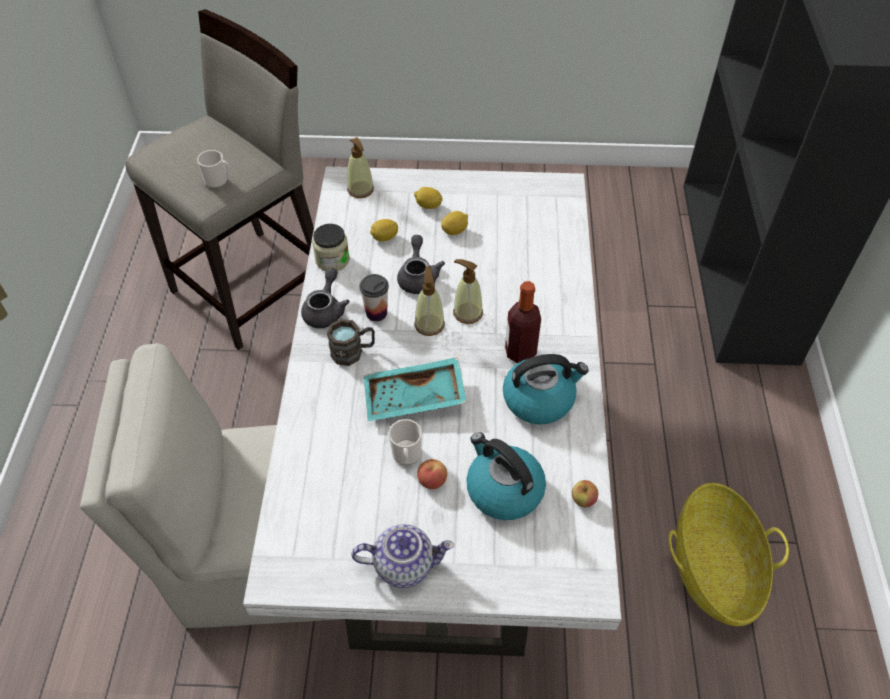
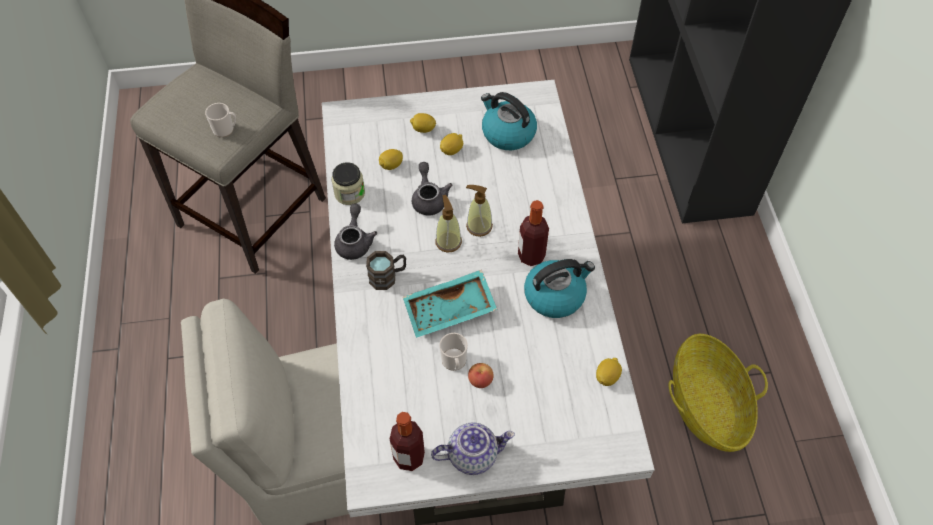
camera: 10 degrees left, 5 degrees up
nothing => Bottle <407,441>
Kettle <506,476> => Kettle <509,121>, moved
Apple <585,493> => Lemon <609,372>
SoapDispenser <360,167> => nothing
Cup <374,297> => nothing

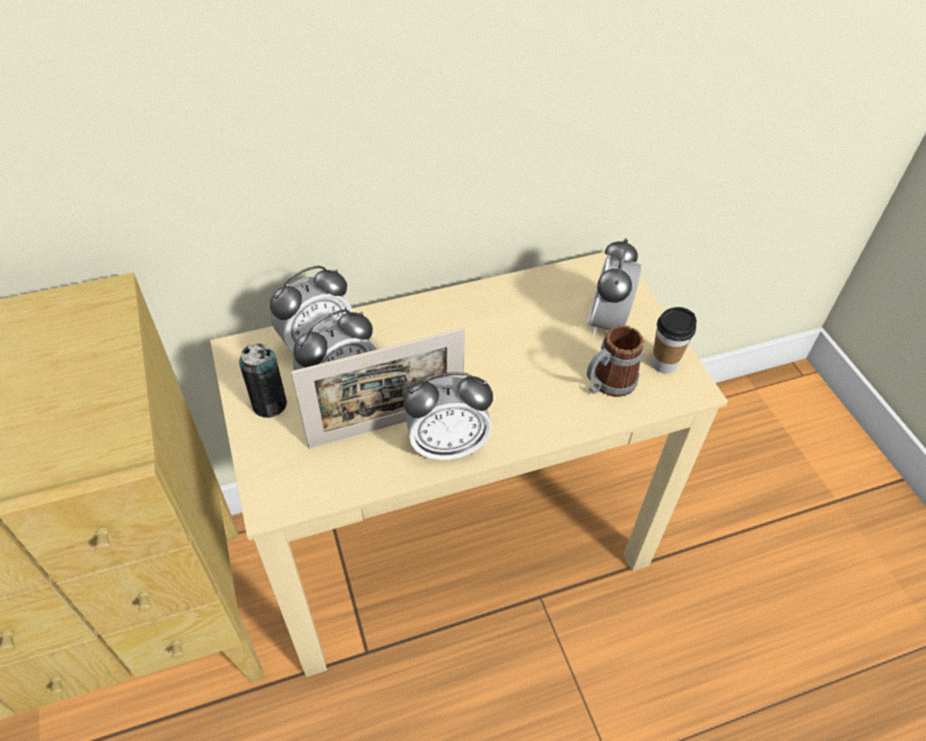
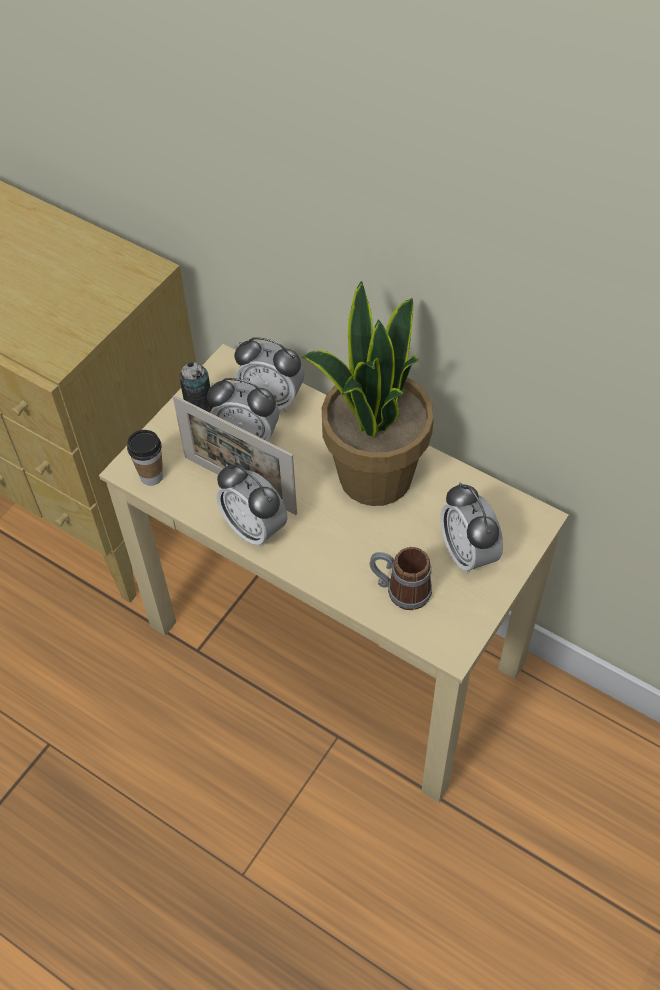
camera: 55 degrees right, 5 degrees up
Cup <674,340> => Cup <145,458>, moved
nothing => PottedPlant <368,393>
AlarmClock <614,286> => AlarmClock <471,528>, 90 degrees counterclockwise

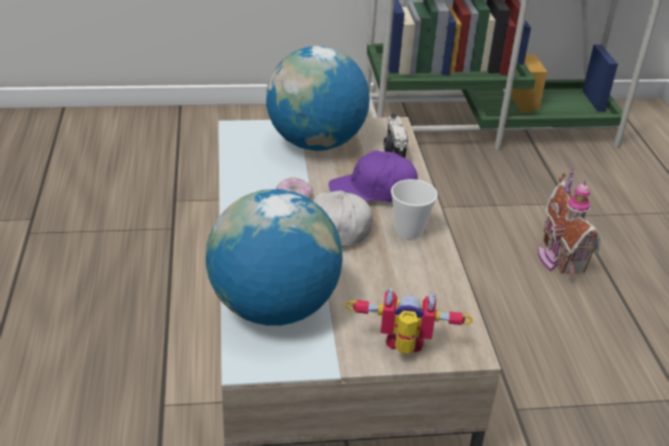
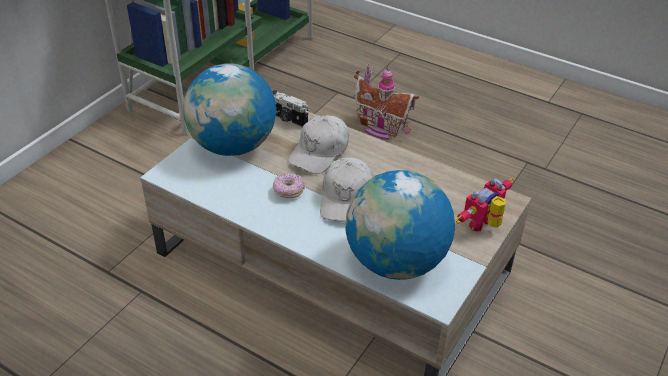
camera: 50 degrees left, 5 degrees up
PurpleCap <373,176> => WhiteCap <318,144>
Cup <414,209> => nothing

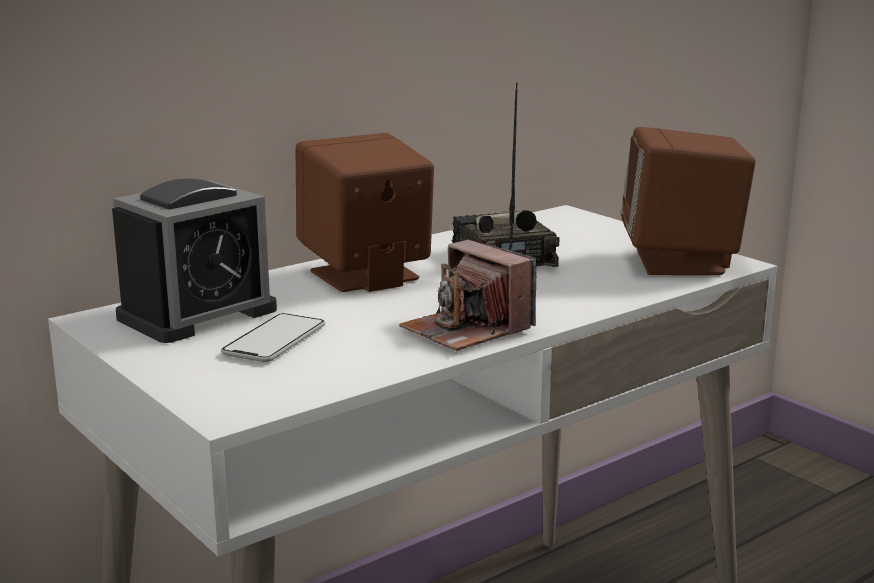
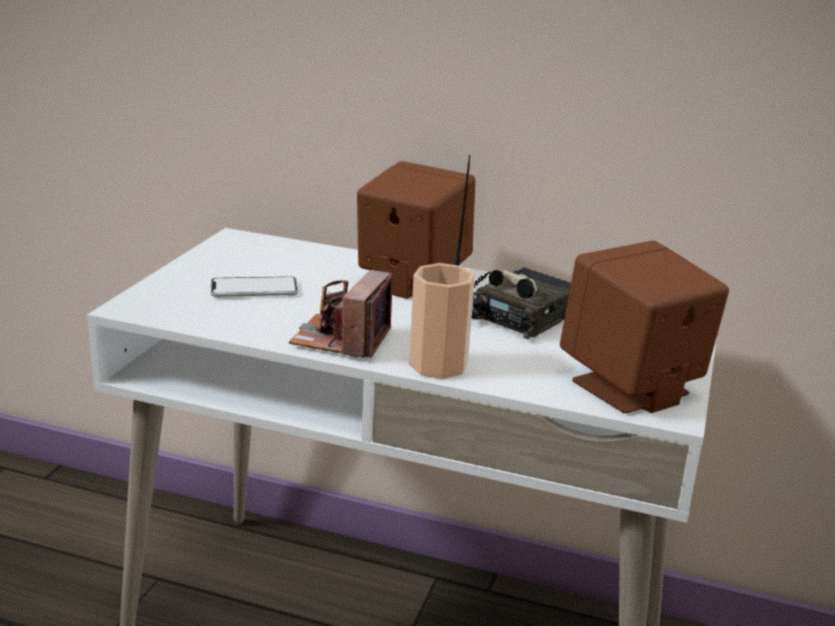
camera: 55 degrees right, 5 degrees up
nothing => Cup <442,321>
AlarmClock <194,260> => nothing

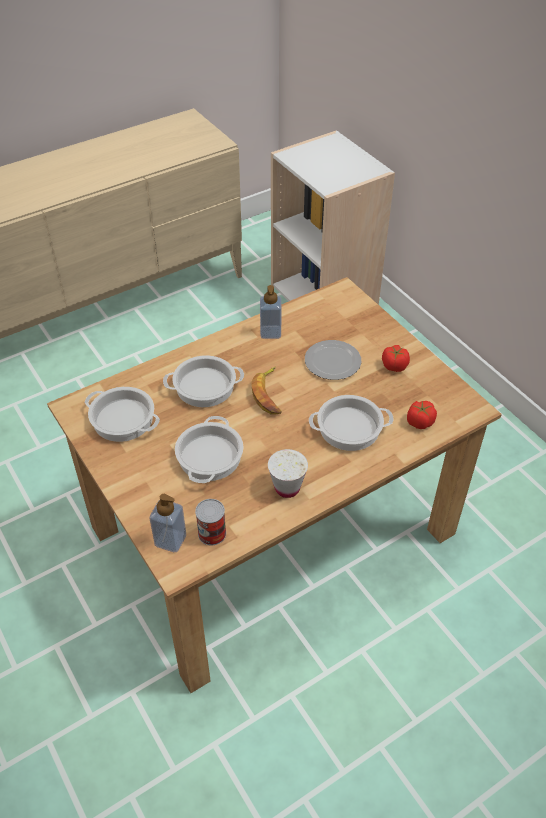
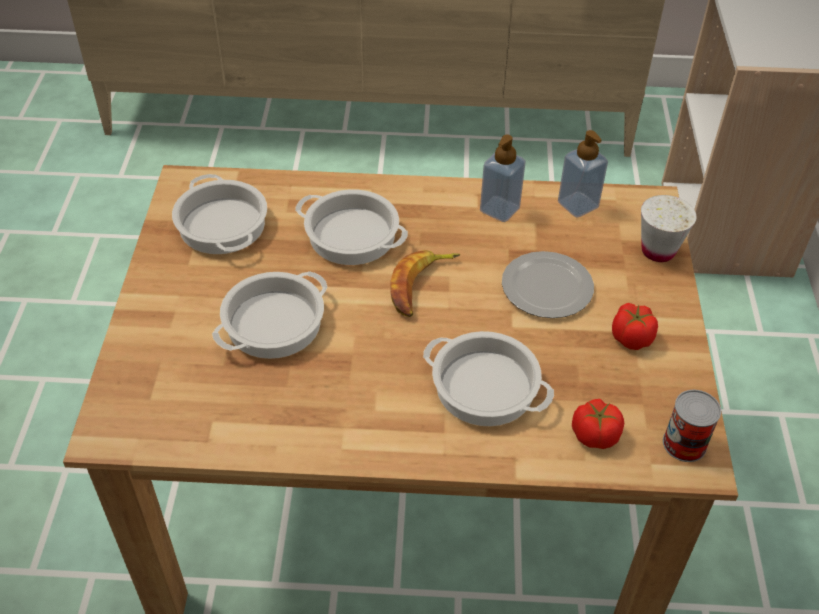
camera: 35 degrees right, 0 degrees up
SoapDispenser <168,523> => SoapDispenser <583,174>, moved
WhiteCup <288,473> => WhiteCup <668,228>, moved
Can <210,522> => Can <692,426>, moved

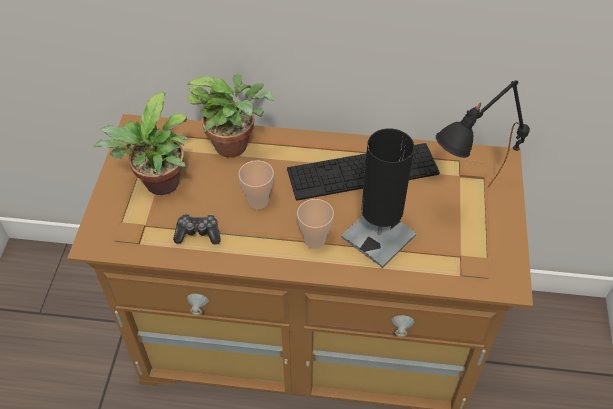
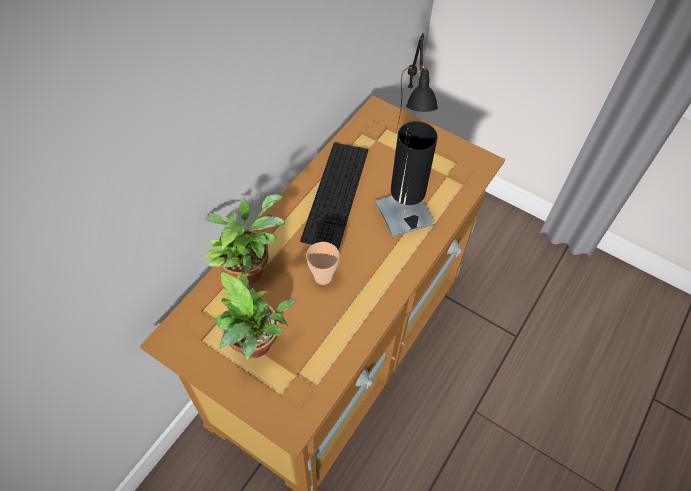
camera: 65 degrees left, 5 degrees up
GameController <197,229> => nothing
Cup <315,224> => nothing

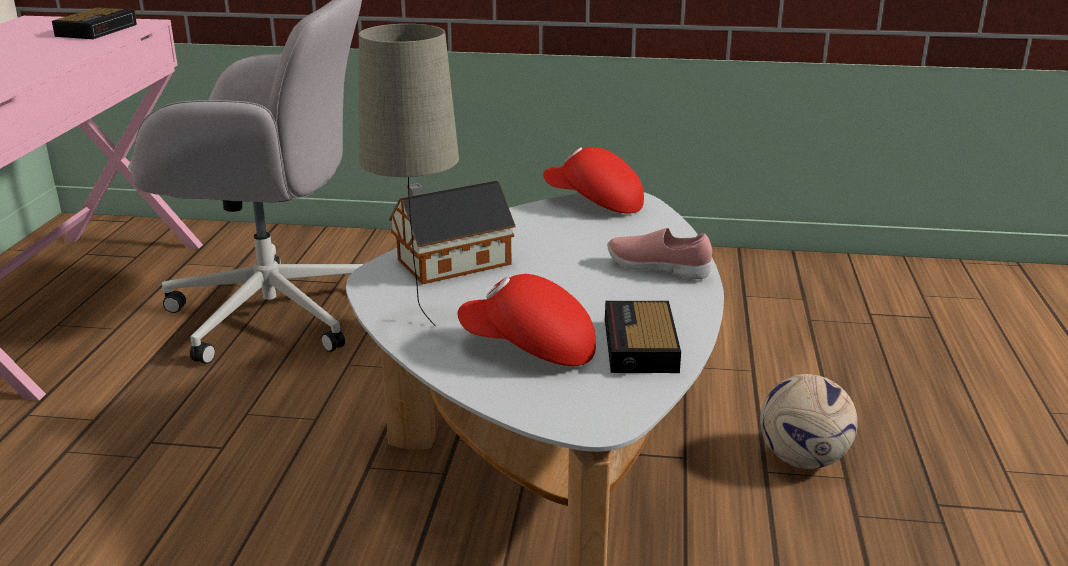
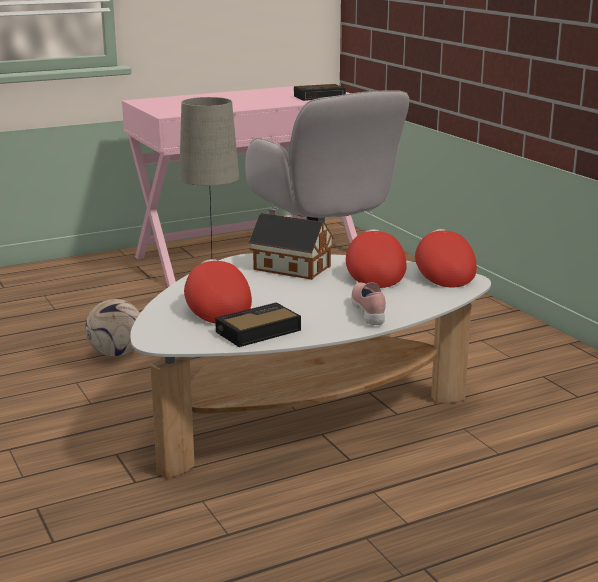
camera: 55 degrees right, 5 degrees down
Football <809,421> => Football <112,327>, moved
nothing => RedCap <376,258>

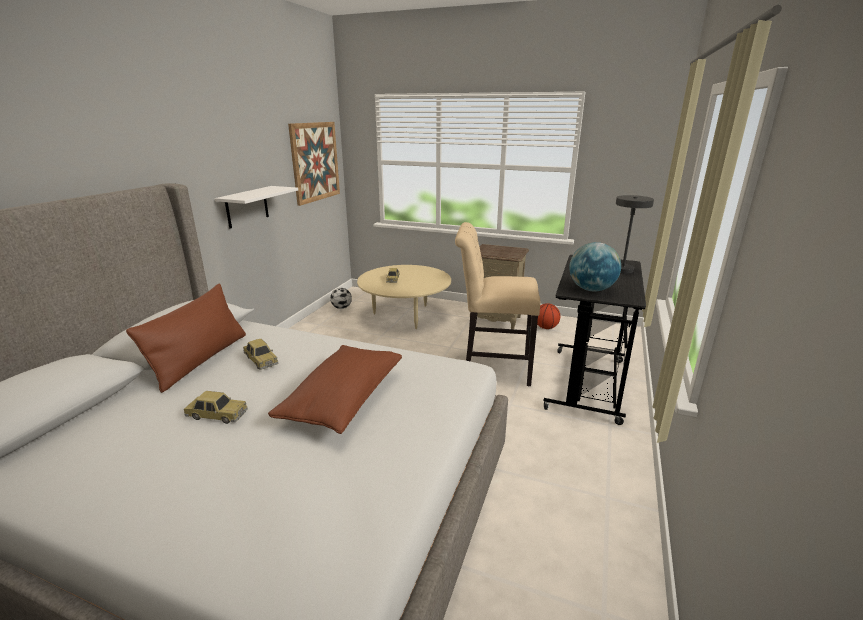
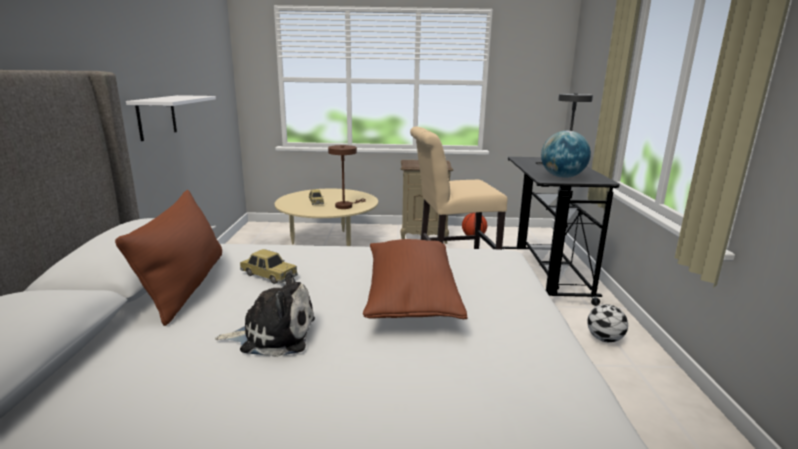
camera: 20 degrees left, 5 degrees down
ToyCar <216,407> => PlushToy <265,315>
nothing => BrownTableLamp <347,177>
Football <341,298> => Football <607,323>, moved
Picture <314,164> => nothing

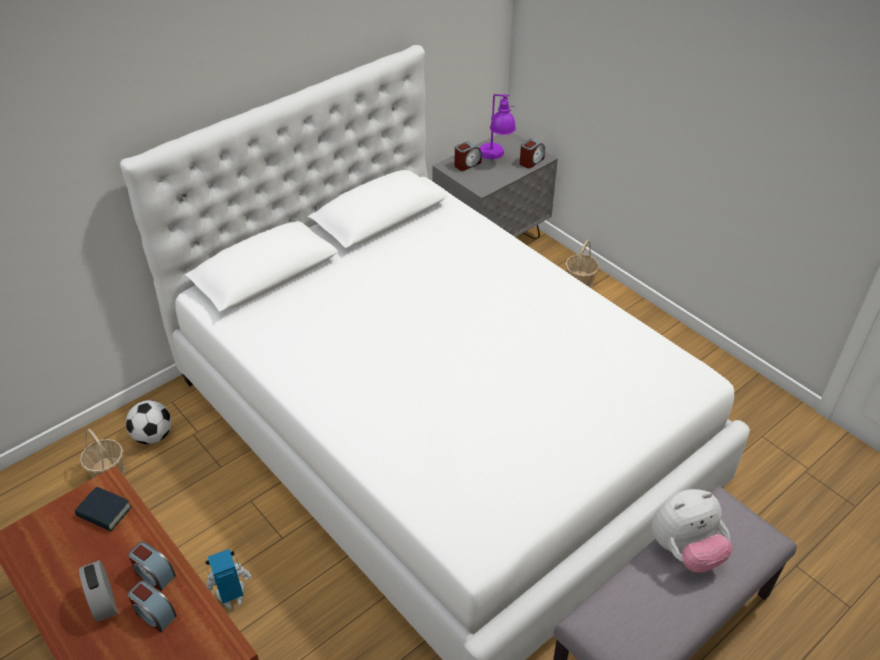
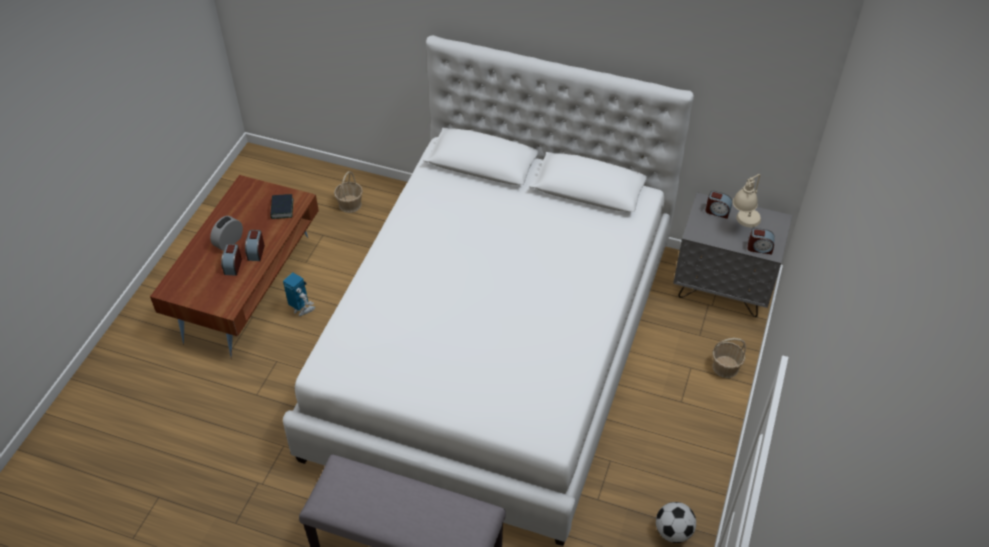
camera: 60 degrees right, 5 degrees up
Football <149,422> => Football <676,522>, moved
PurpleTableLamp <498,126> => BeigeTableLamp <747,200>
PlushToy <692,531> => nothing

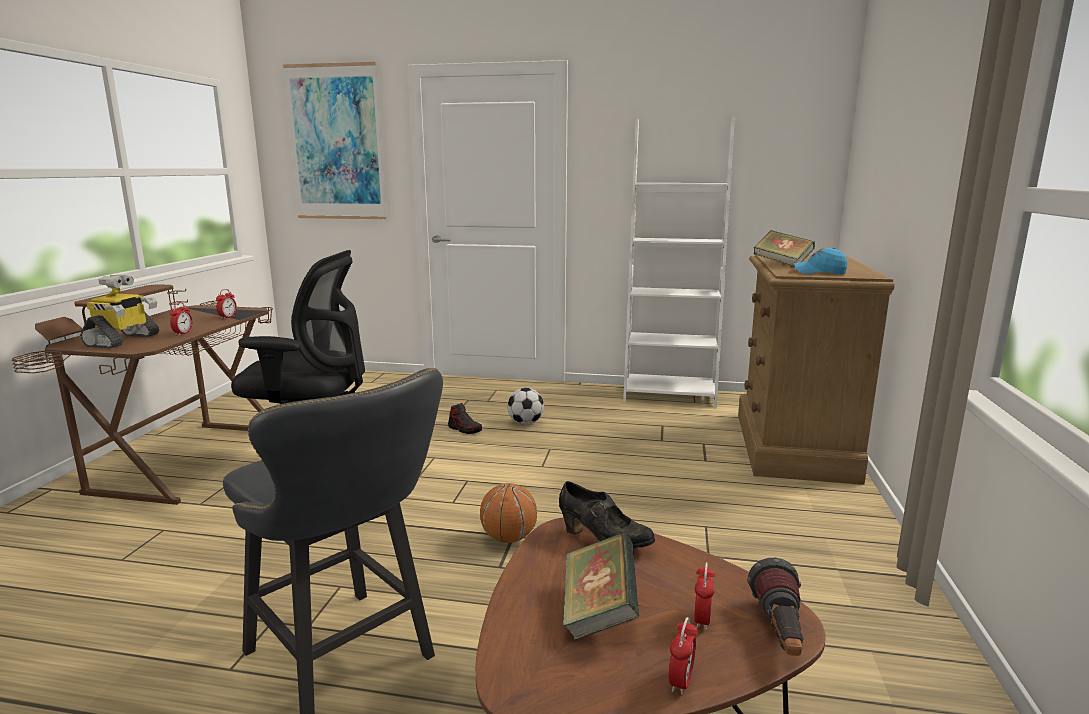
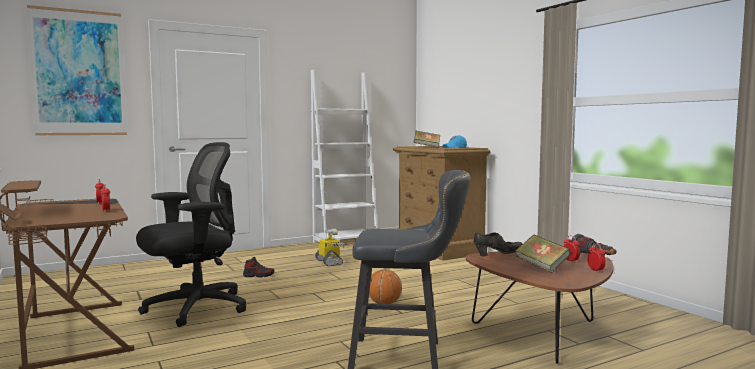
camera: 40 degrees left, 10 degrees down
ToyRobot <119,311> => ToyRobot <330,247>, moved
Football <525,406> => nothing

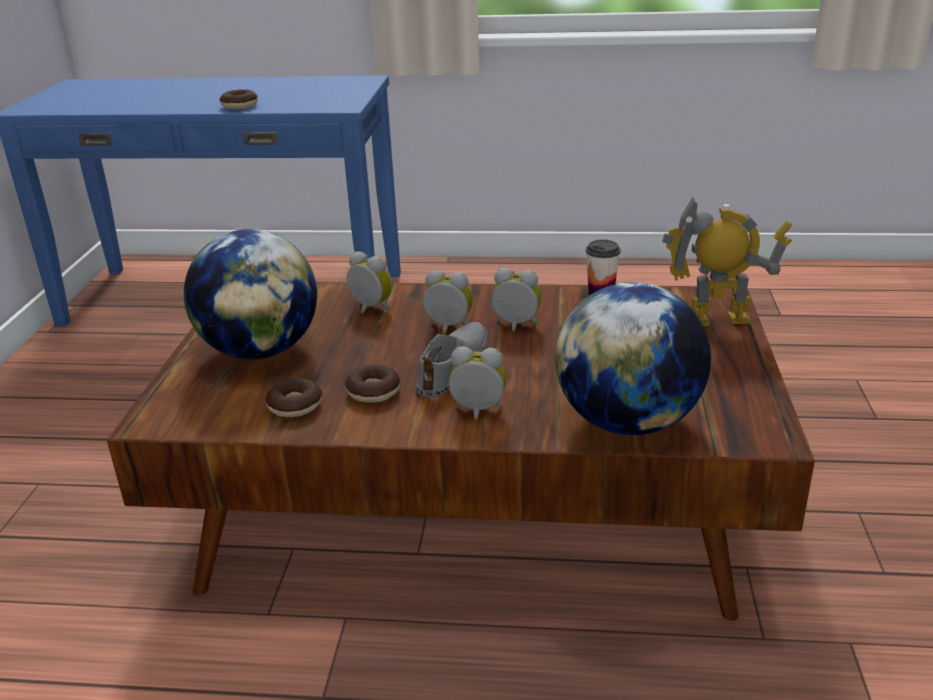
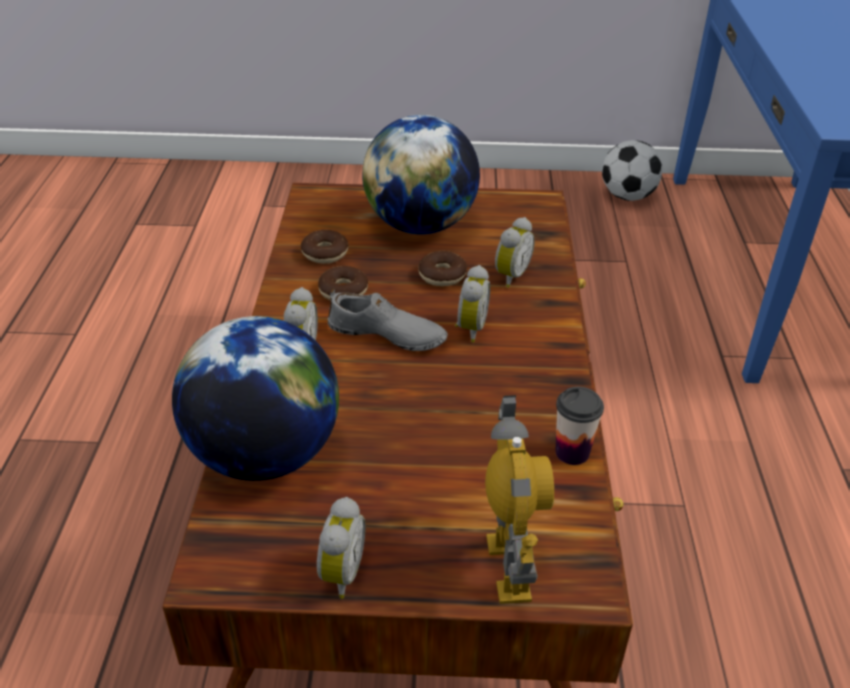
camera: 85 degrees right, 10 degrees up
AlarmClock <516,300> => AlarmClock <341,548>, moved
Donut <239,99> => Donut <442,268>, moved
nothing => Football <632,170>

